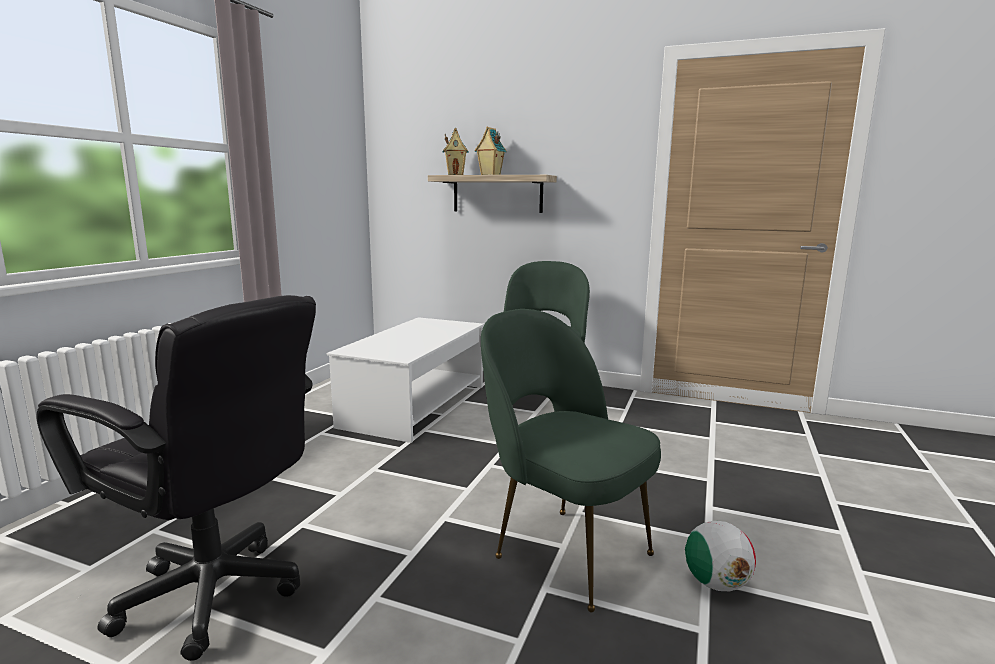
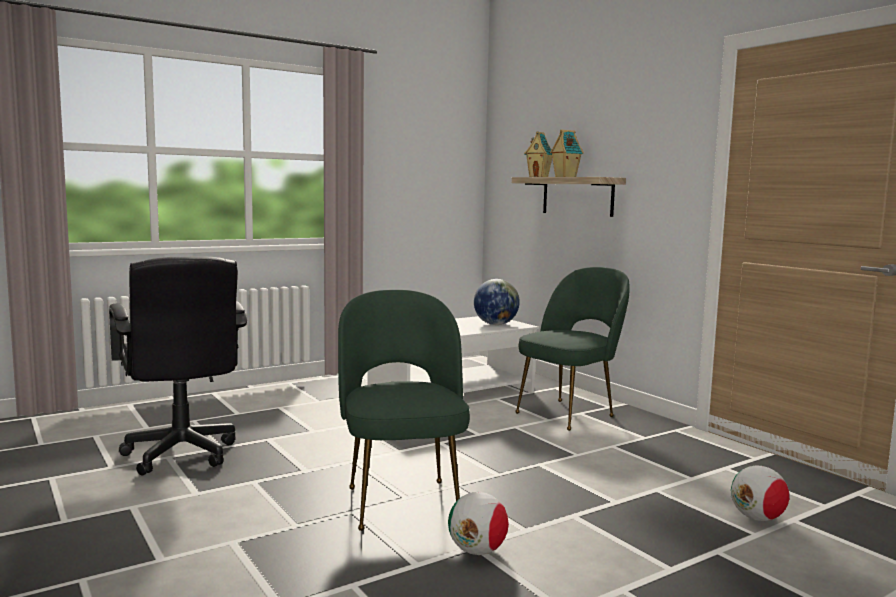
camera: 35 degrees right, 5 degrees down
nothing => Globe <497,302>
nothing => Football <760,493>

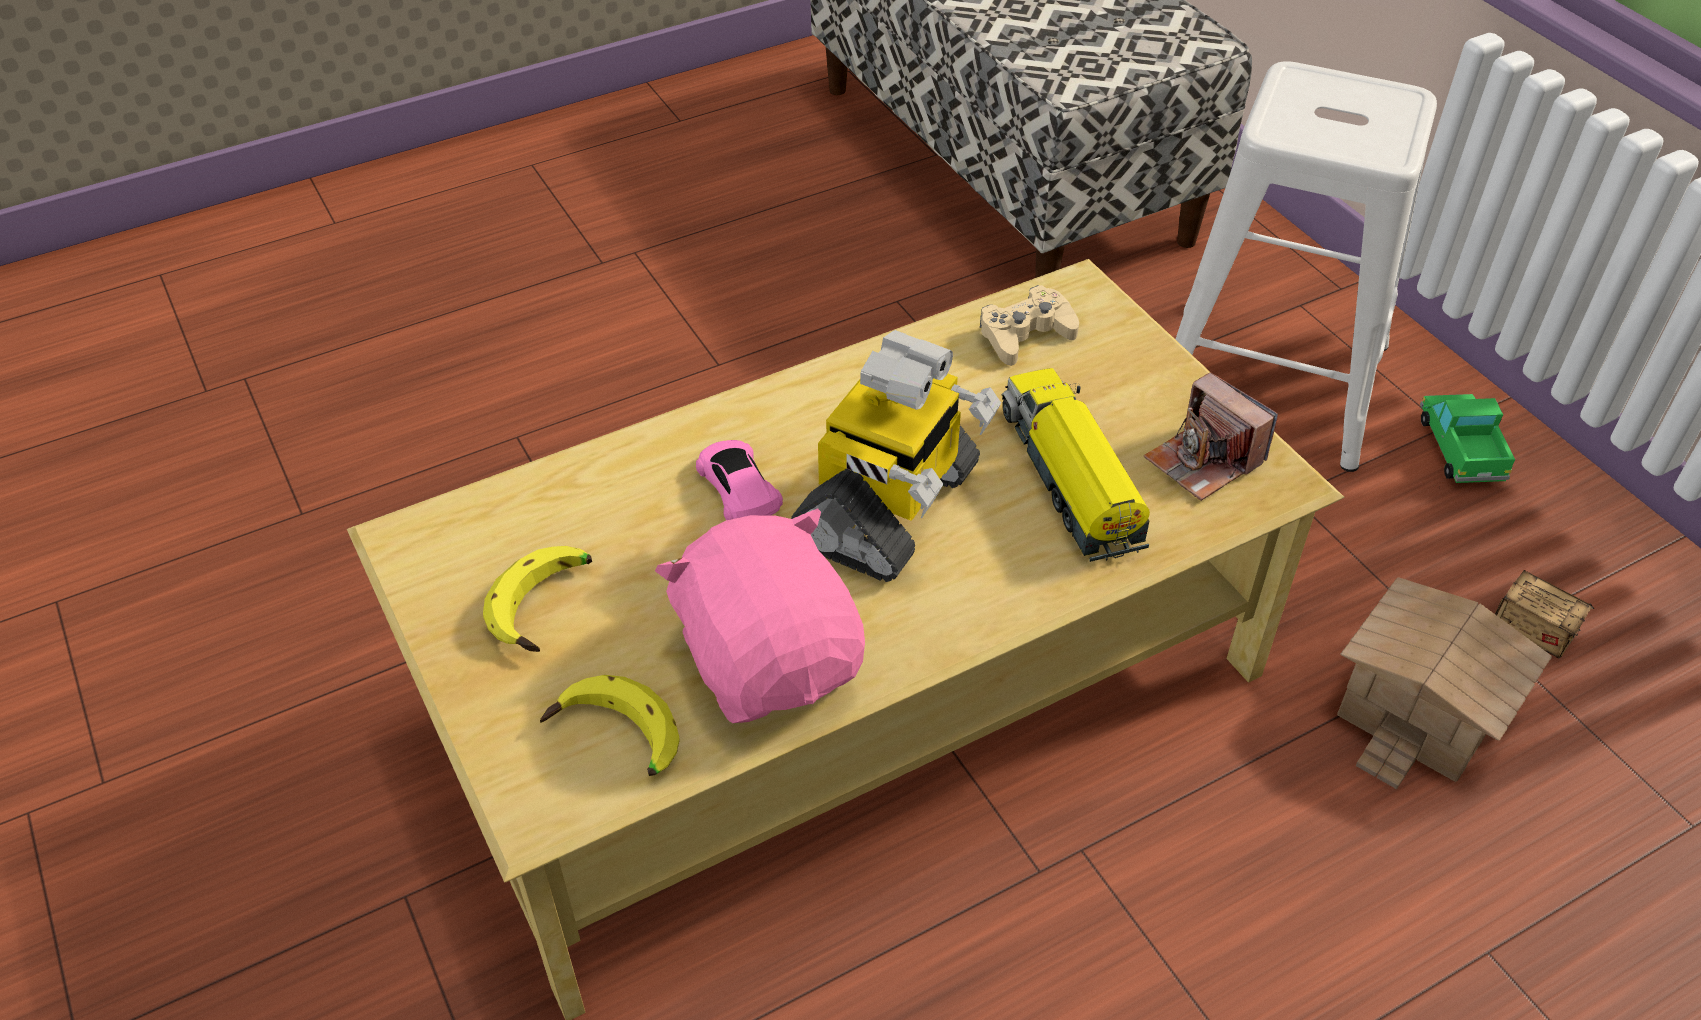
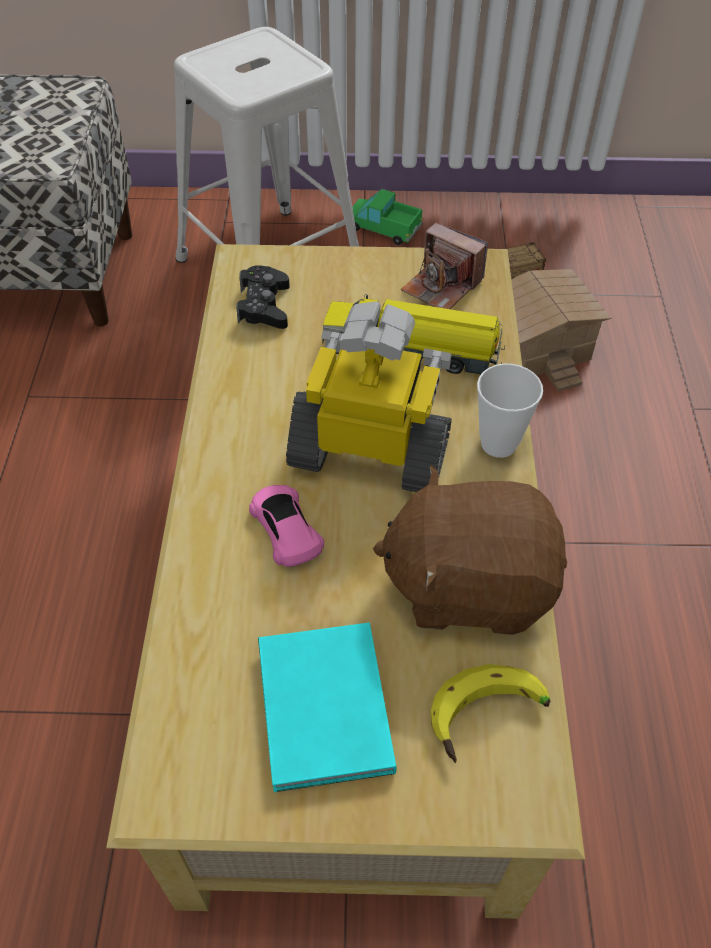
camera: 60 degrees left, 5 degrees up
BeigeGameController <1029,325> => BlackGameController <263,297>
PinkToyCar <739,480> => PinkToyCar <286,526>, 60 degrees clockwise
Banana <537,599> => TurquoiseBook <327,707>
ToyRobot <896,456> => ToyRobot <369,396>, 45 degrees counterclockwise
PinkPlushToy <760,615> => BrownPlushToy <470,549>
PhotoCamera <1211,436> => PhotoCamera <444,266>, 45 degrees clockwise
nothing => Cup <510,411>

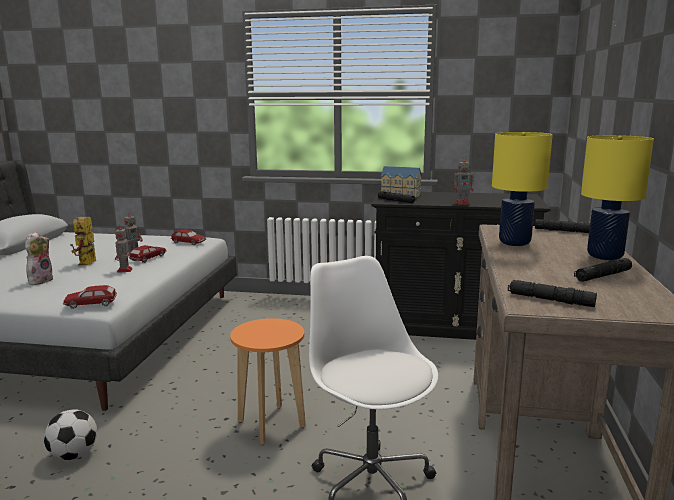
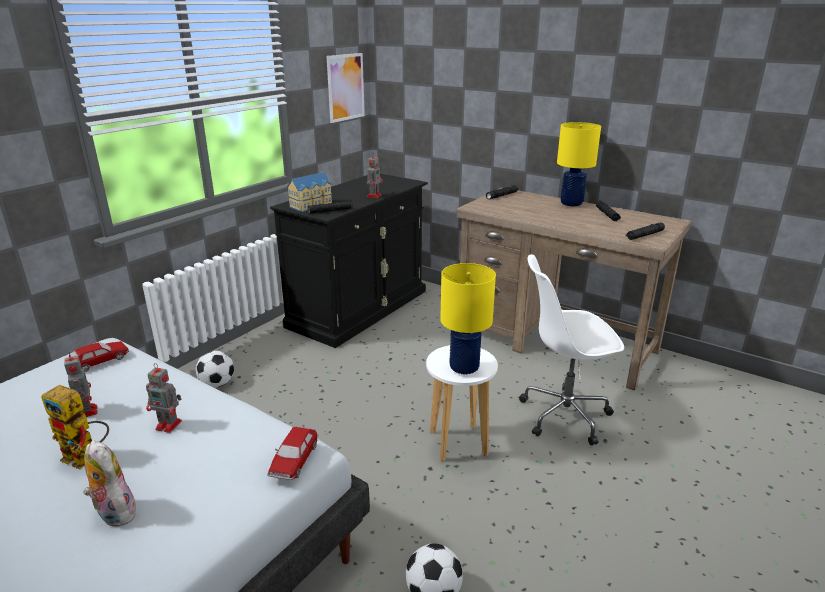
camera: 65 degrees left, 10 degrees up
nothing => Football <215,369>
nothing => Picture <346,88>
OrangeStool <268,381> => WhiteStool <462,403>
YellowTableLamp <522,189> => YellowTableLamp <468,319>, moved
ToyCar <147,254> => nothing

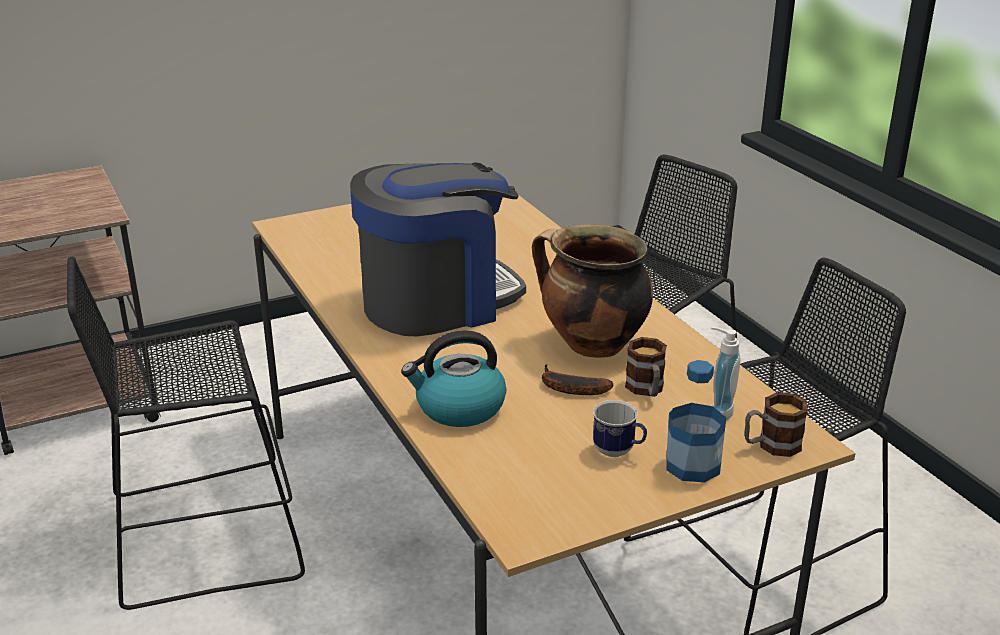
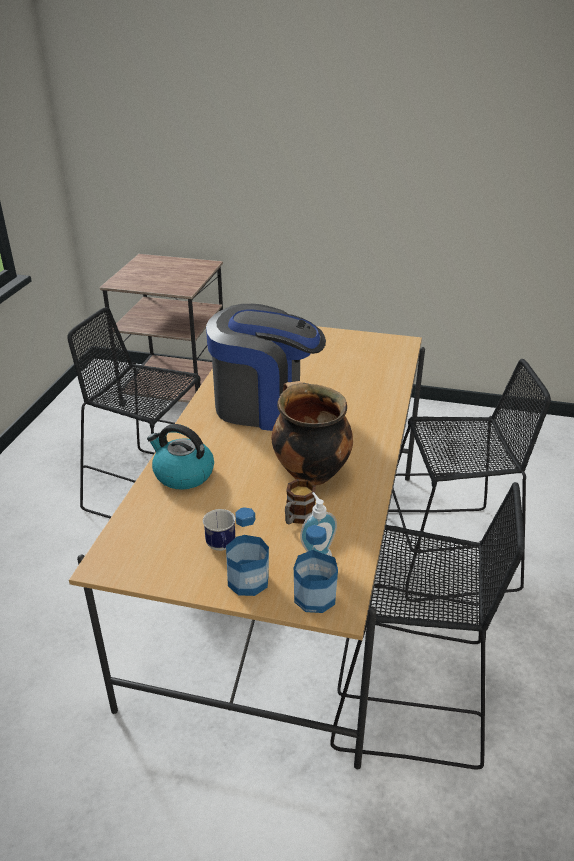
camera: 40 degrees right, 5 degrees up
Mug <776,424> => Bottle <316,569>
Banana <577,379> => nothing

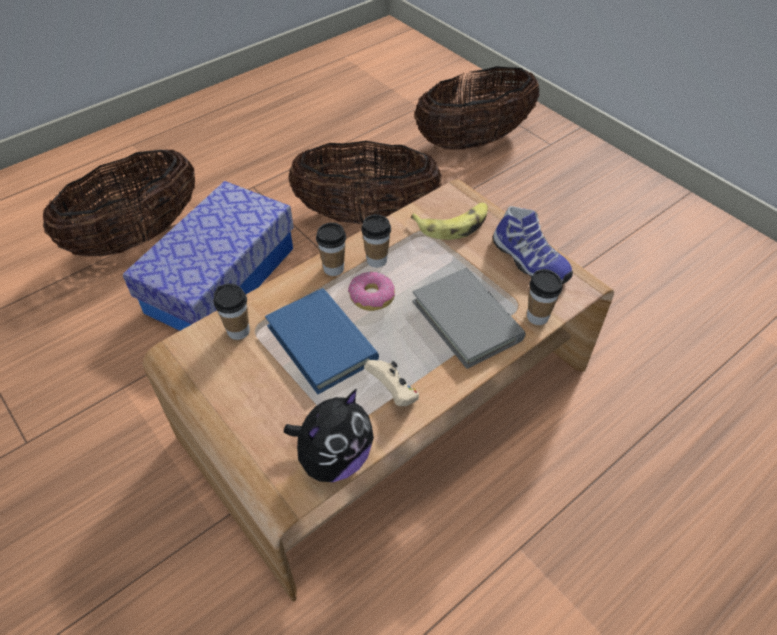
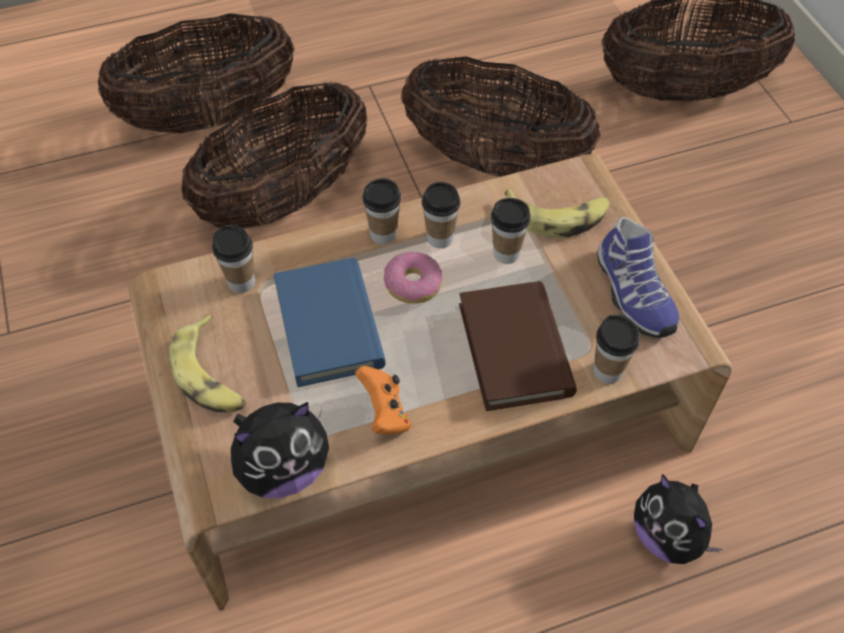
camera: 20 degrees right, 5 degrees up
nothing => Banana <207,363>
StorageBox <208,256> => Basket <275,154>
BeigeGameController <391,383> => OrangeGameController <383,400>
GreyBook <469,318> => BrownBook <518,346>
nothing => Cup <511,231>
nothing => PlushToy <678,519>

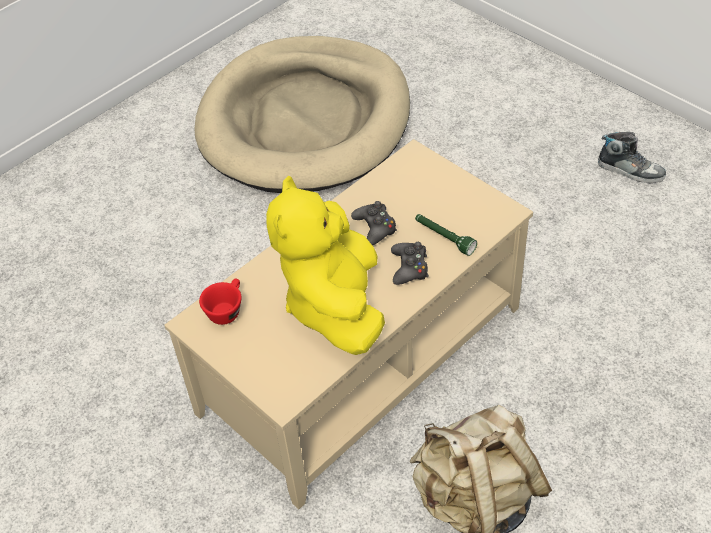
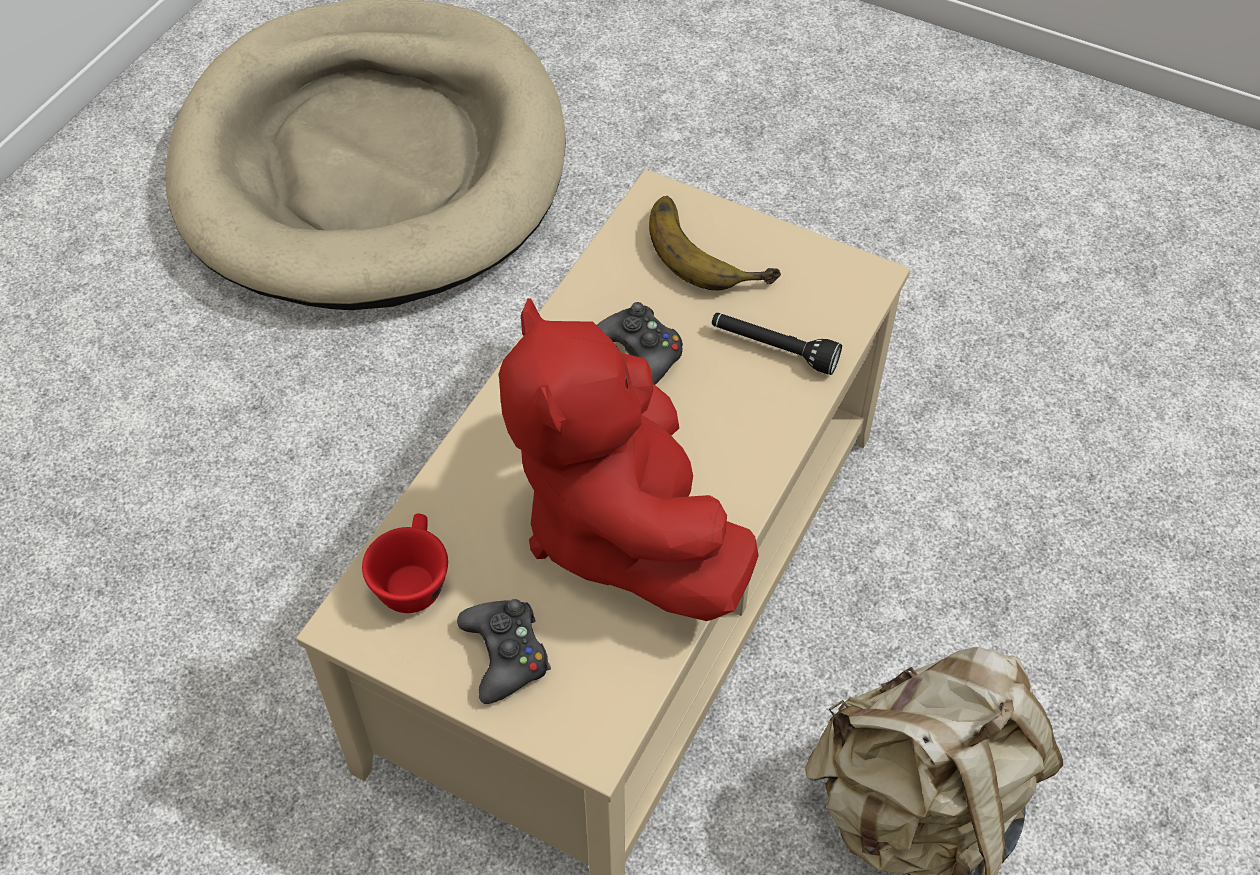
camera: 20 degrees left, 5 degrees up
BlackGameController <410,263> => BlackGameController <504,651>, moved
YellowPlushToy <325,265> => RedPlushToy <629,459>
nothing => Banana <715,243>
GreenFlashlight <446,235> => BlackFlashlight <777,344>
Shoe <632,158> => nothing

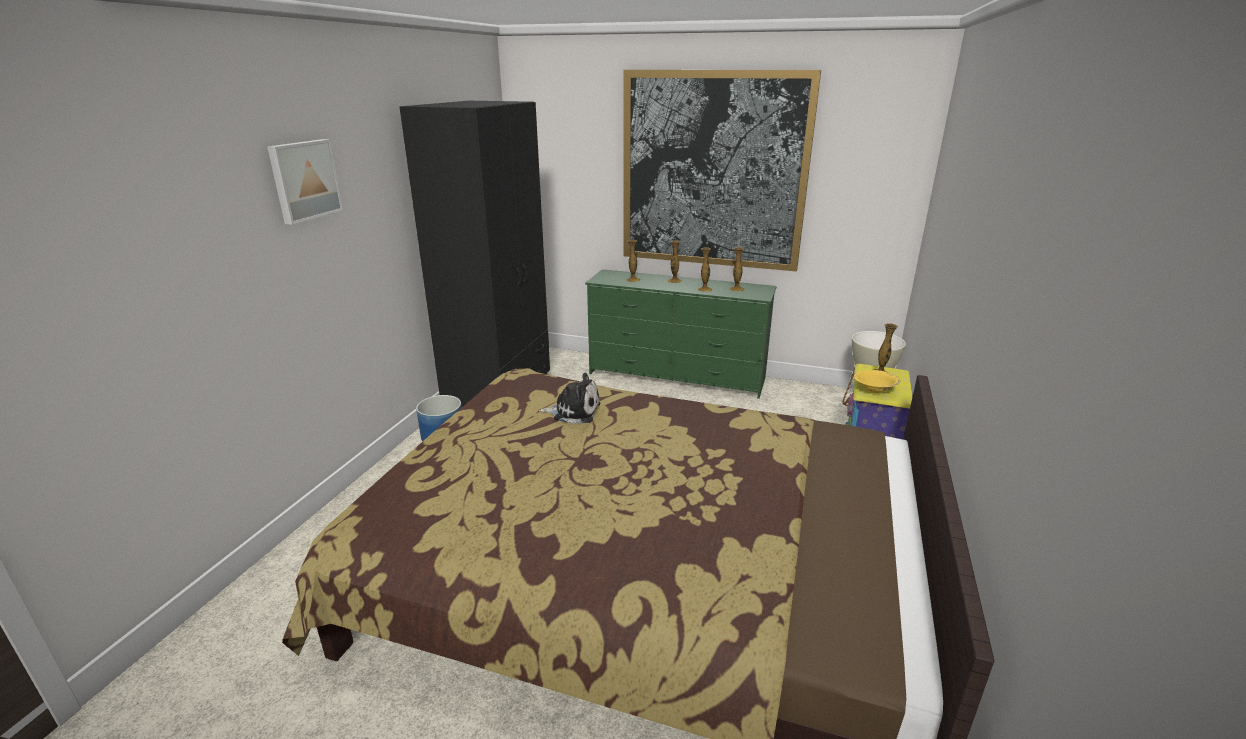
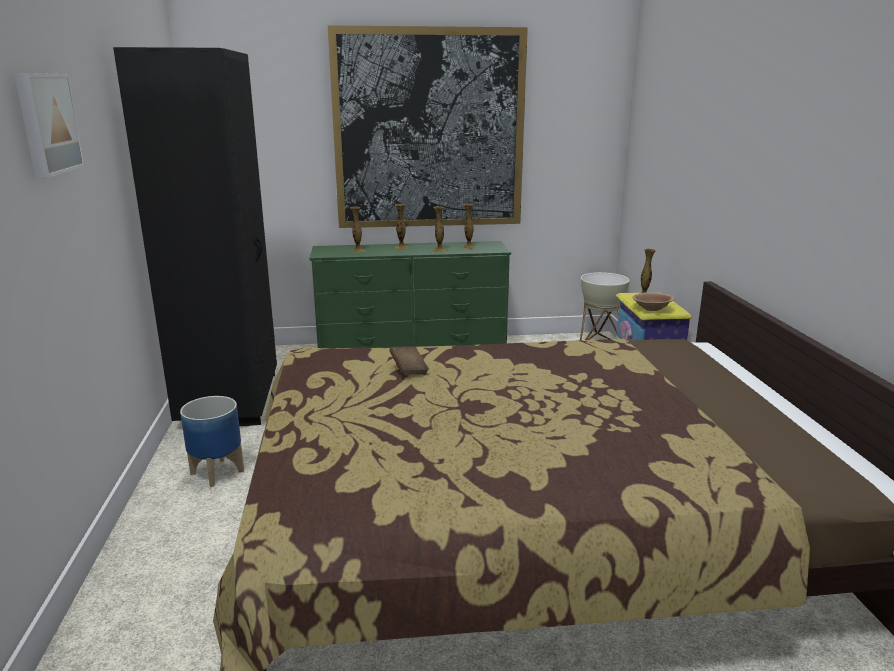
camera: 25 degrees left, 5 degrees down
PlushToy <569,398> => BrownBook <409,361>
YellowBowl <877,381> => BrownBowl <653,301>

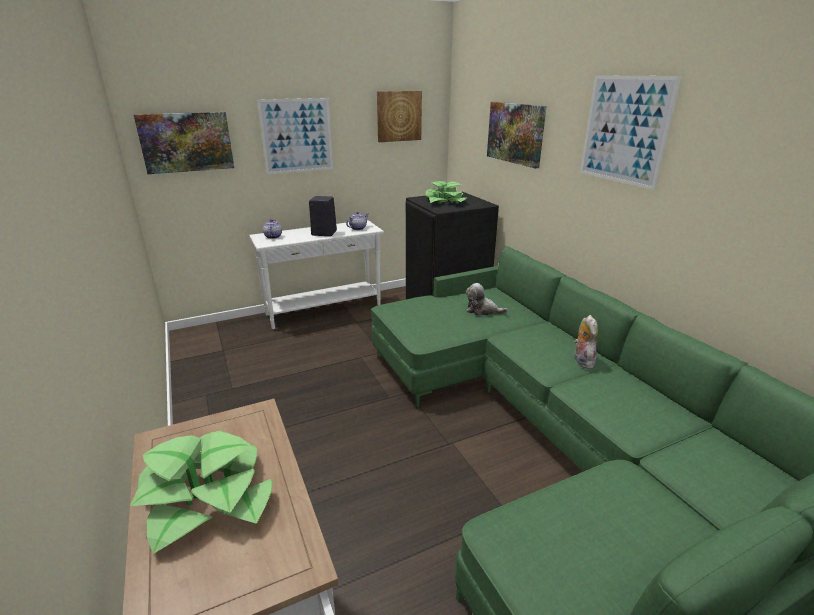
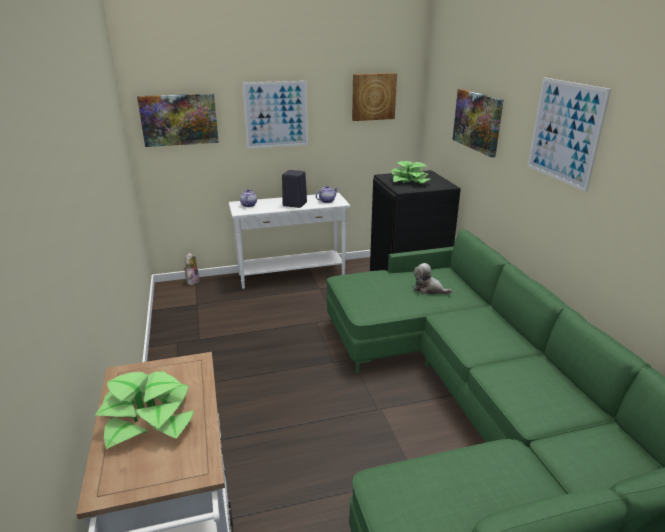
camera: 10 degrees right, 0 degrees up
PlushToy <586,342> => PlushToy <191,269>, moved

